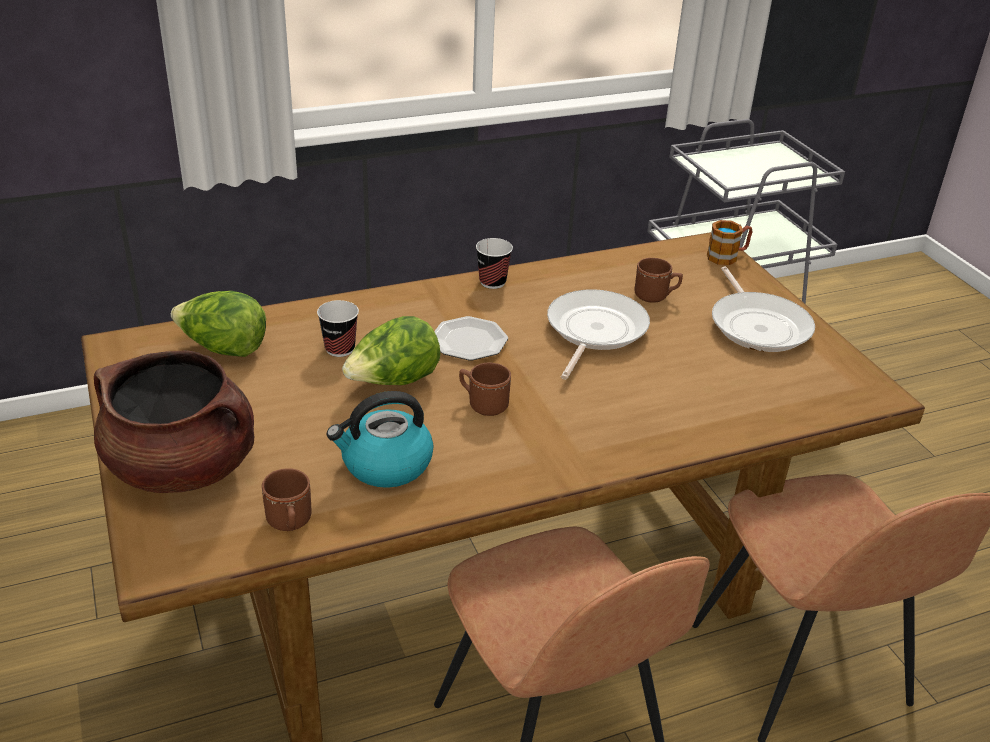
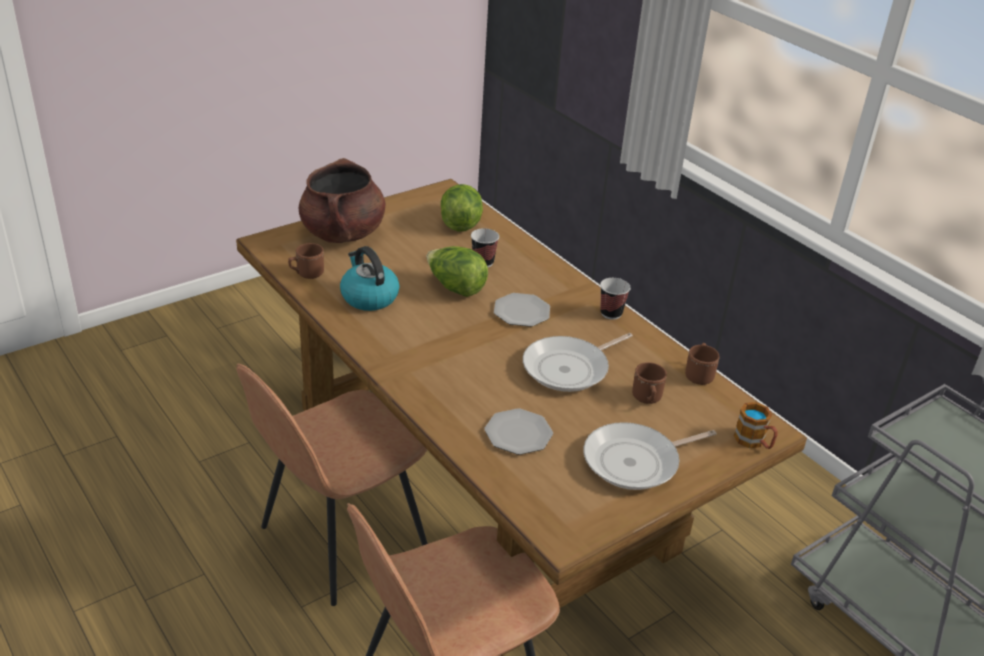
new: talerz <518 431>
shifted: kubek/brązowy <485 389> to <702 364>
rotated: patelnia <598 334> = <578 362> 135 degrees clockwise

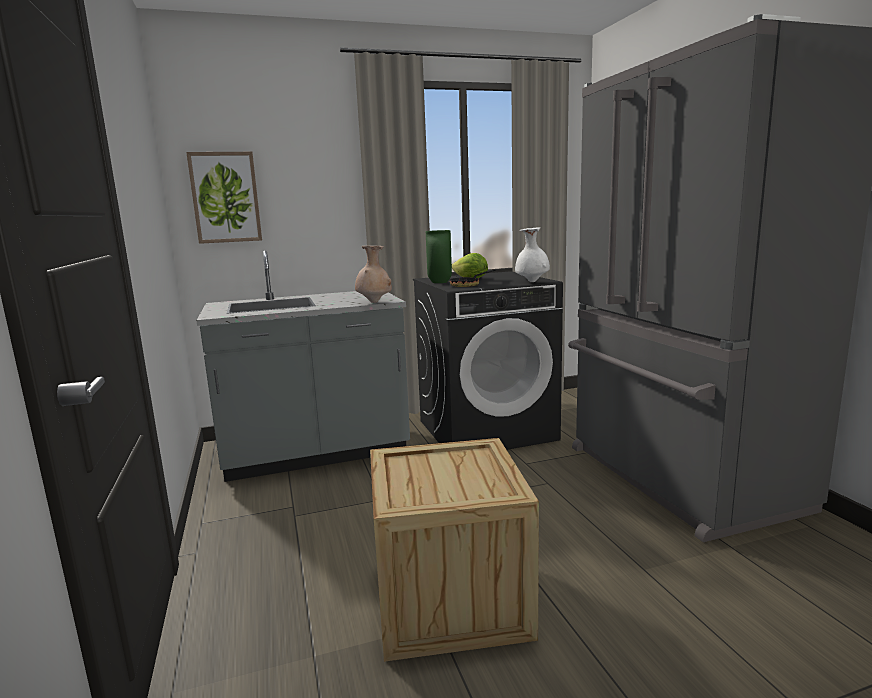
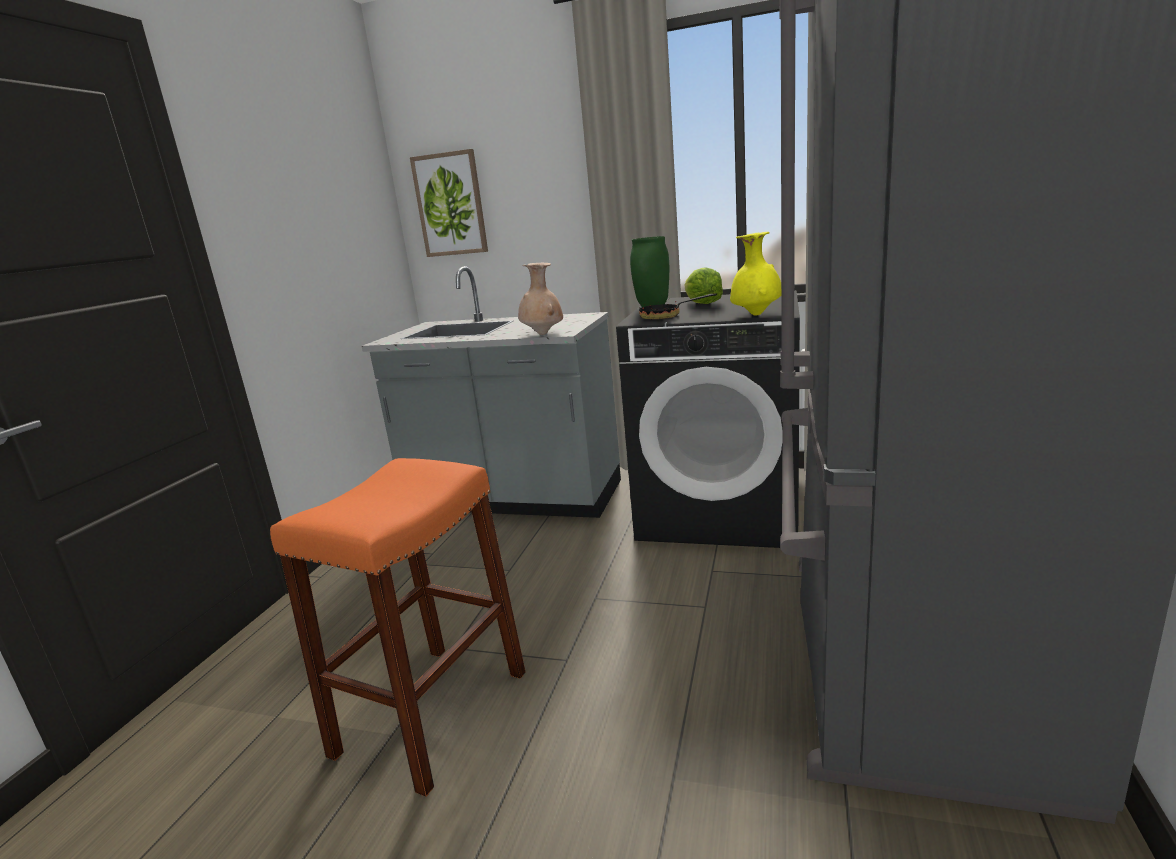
swapped: skrzynka <454 550> to stołek/pomarańczowy <398 627>
repainted: wazon/biały <532 254> to wazon/żółty <755 274>

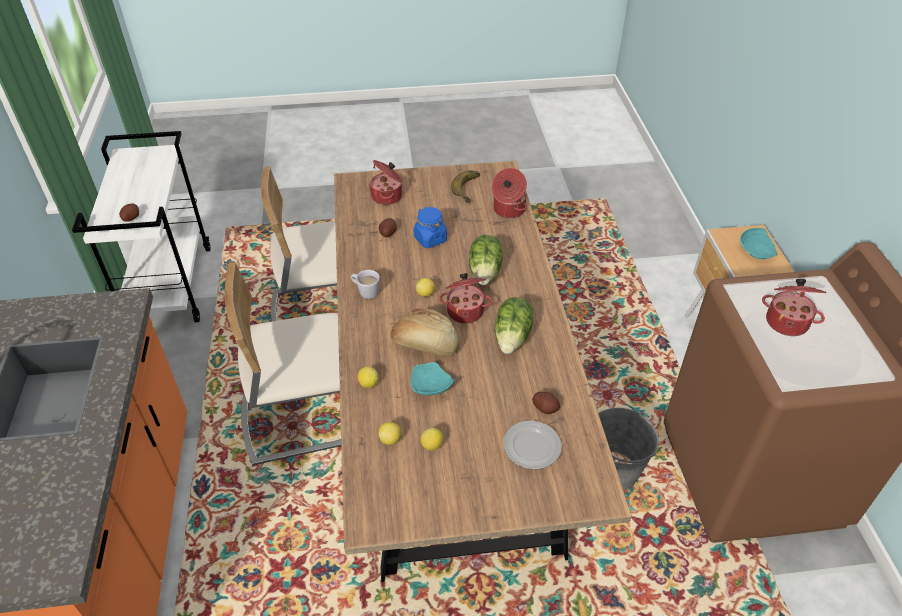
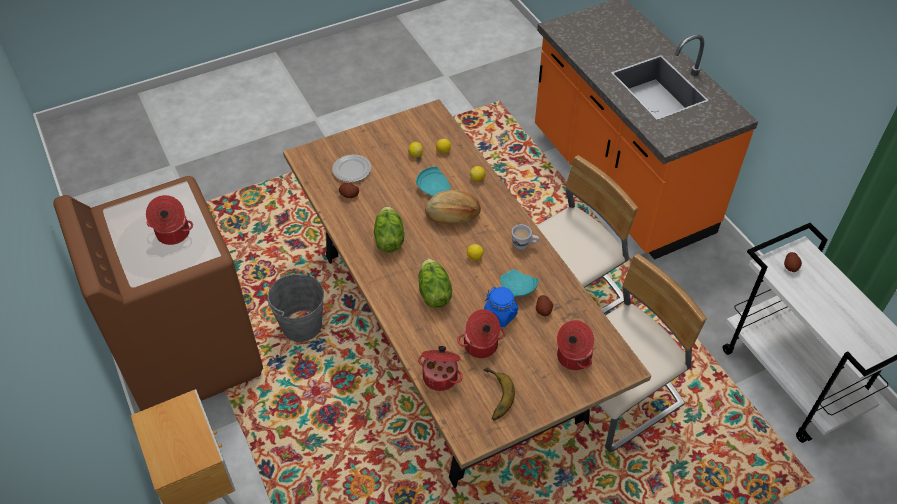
shifted: talerz/turkusowy <758 243> to <519 283>; garnek <465 298> to <481 333>

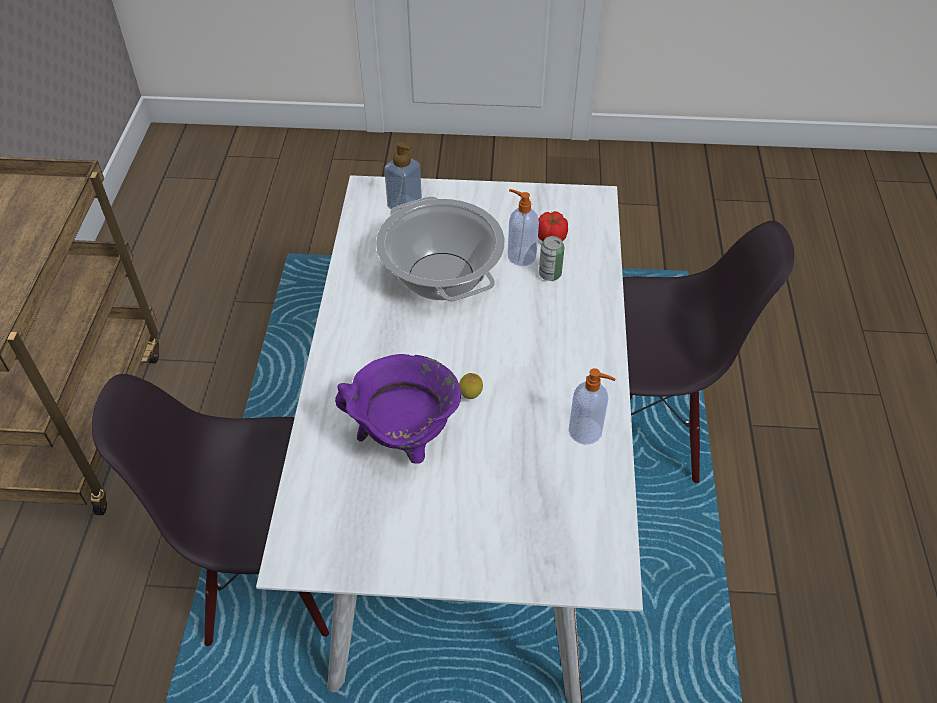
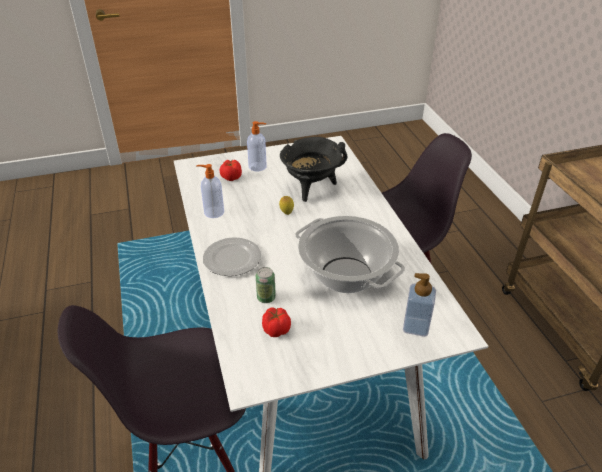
new: pomidor <231 170>; talerz <232 256>
shifted: dozownik mydła <523 227> to <256 146>
repainted: garnek/fioletowy <398 409> to garnek/czarny <313 169>

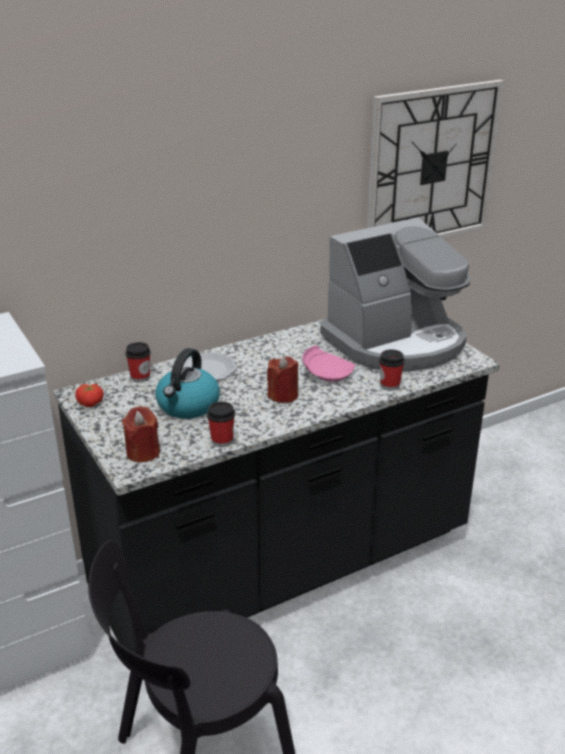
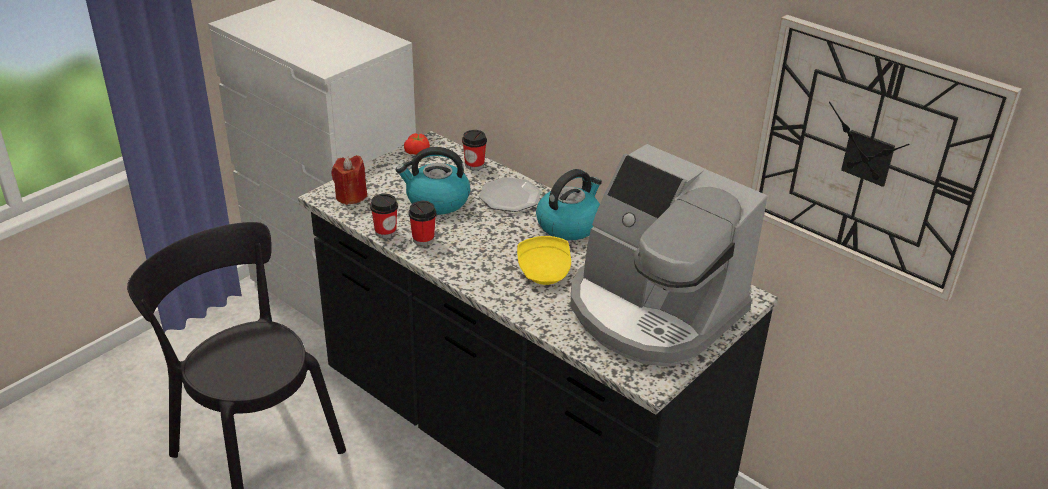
gone: świeca/czerwony <282 379>
new: czajnik <569 204>
shifted: filiżanka <392 370> to <422 223>
repainted: talerz/różowy <328 363> to talerz/żółty <544 260>

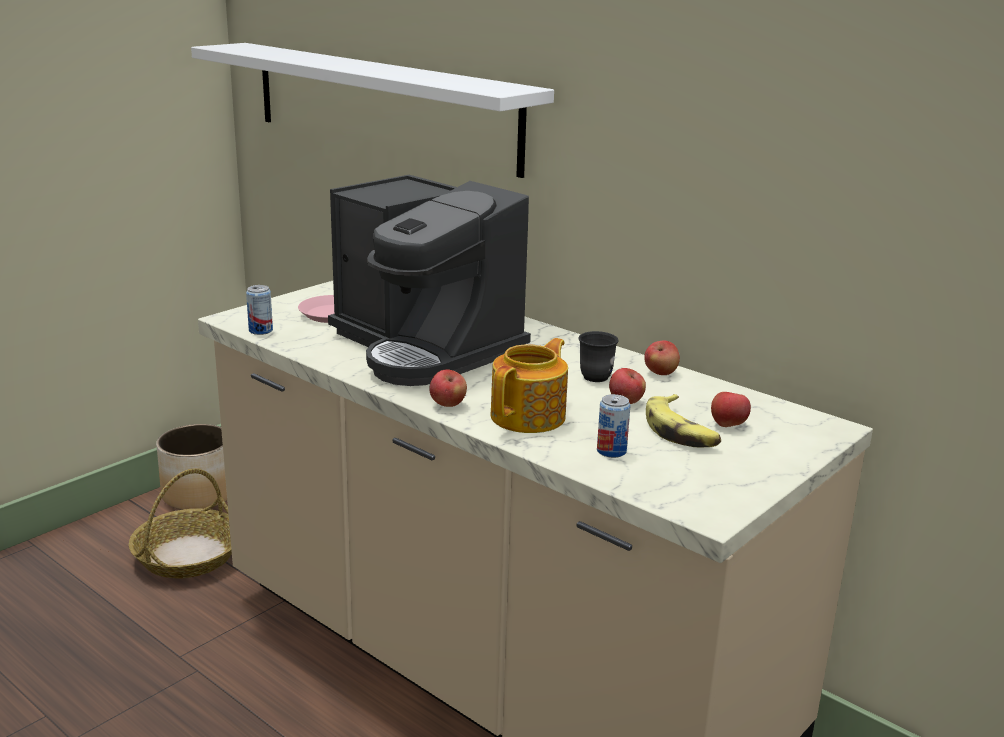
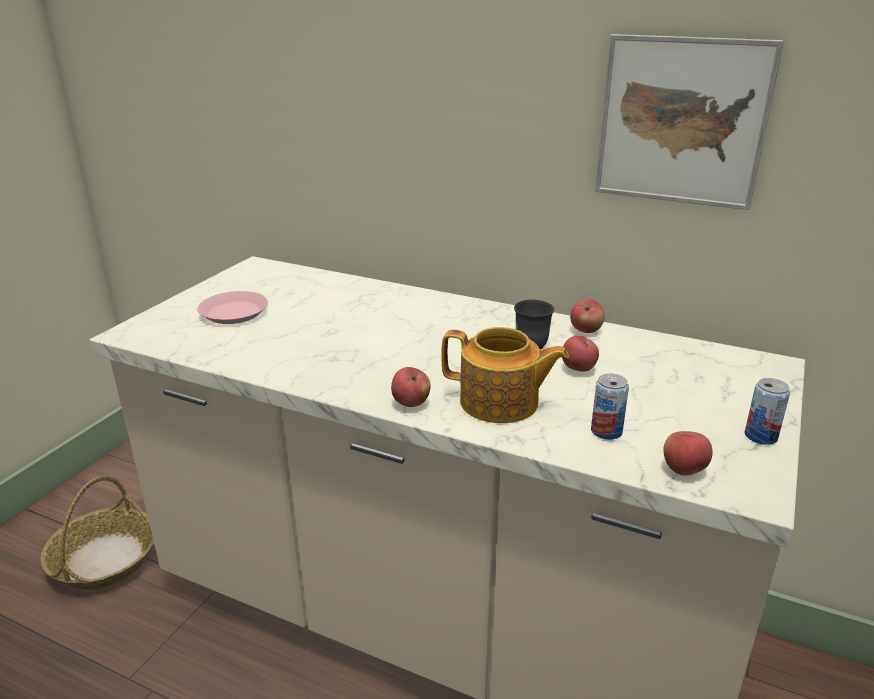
gone: półka/biały <372 110>; ekspres do kawy <429 280>; banan <683 420>; donica <191 467>
new: obraz <689 122>
shifted: puszka <259 310> to <767 411>; jabłko <731 409> to <688 453>
rotated: imbryk <529 385> = <505 375> 90 degrees clockwise

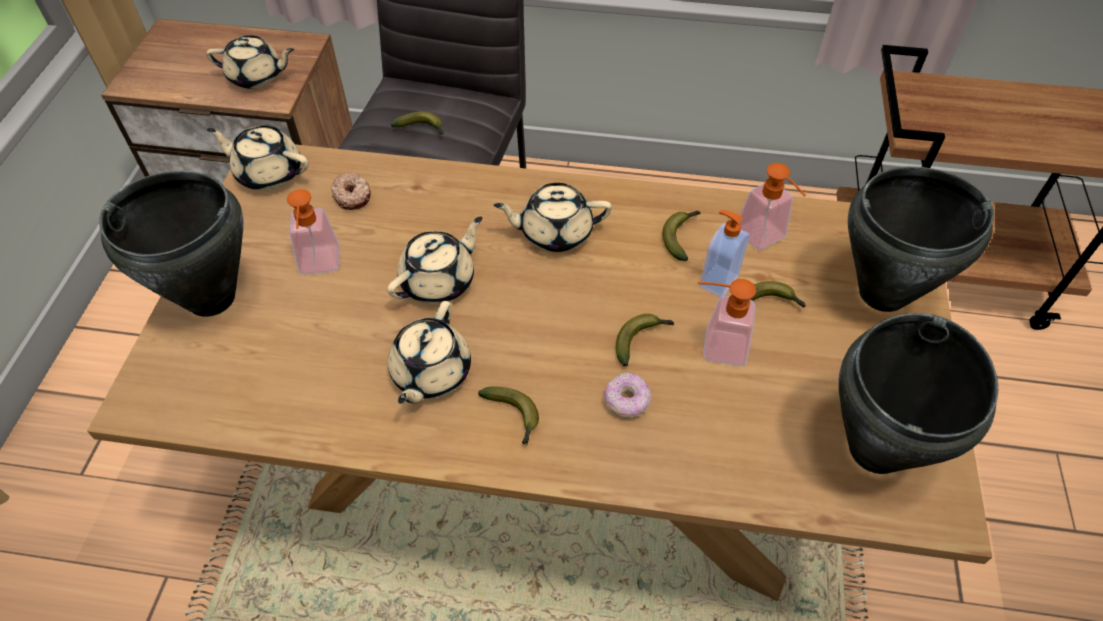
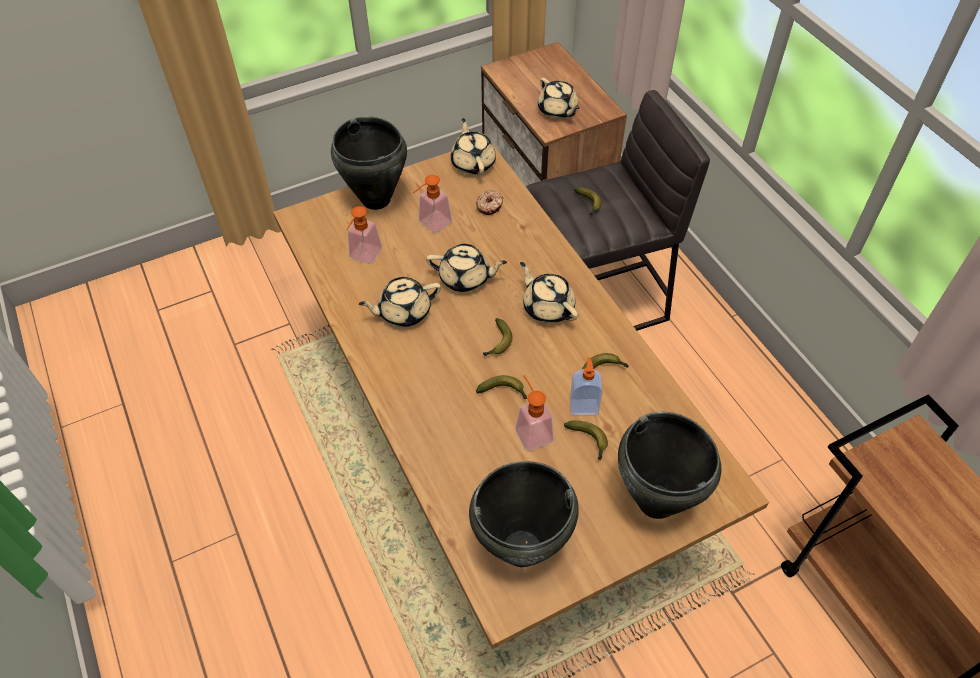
gone: donut <627 395>
shifted: dozownik mydła <773 206> to <364 235>; banan <508 415> to <497 337>

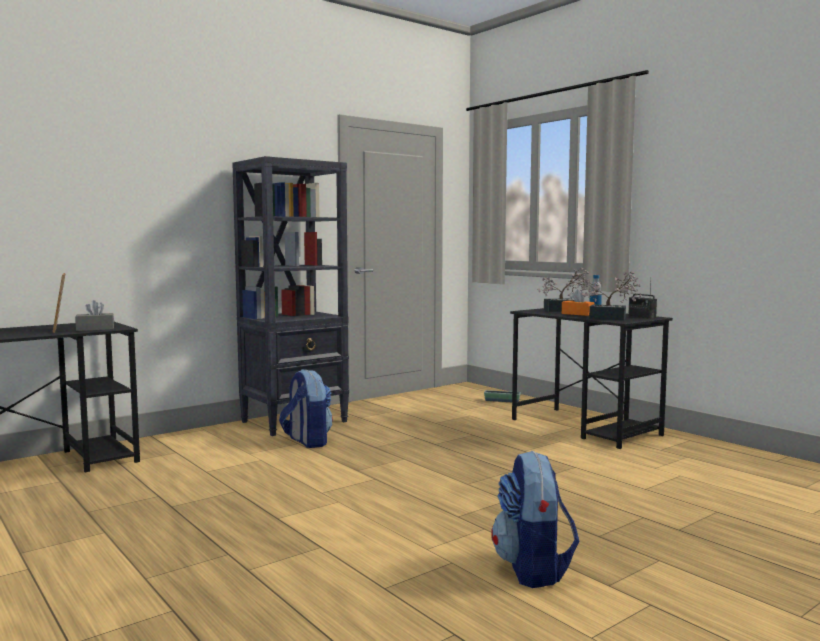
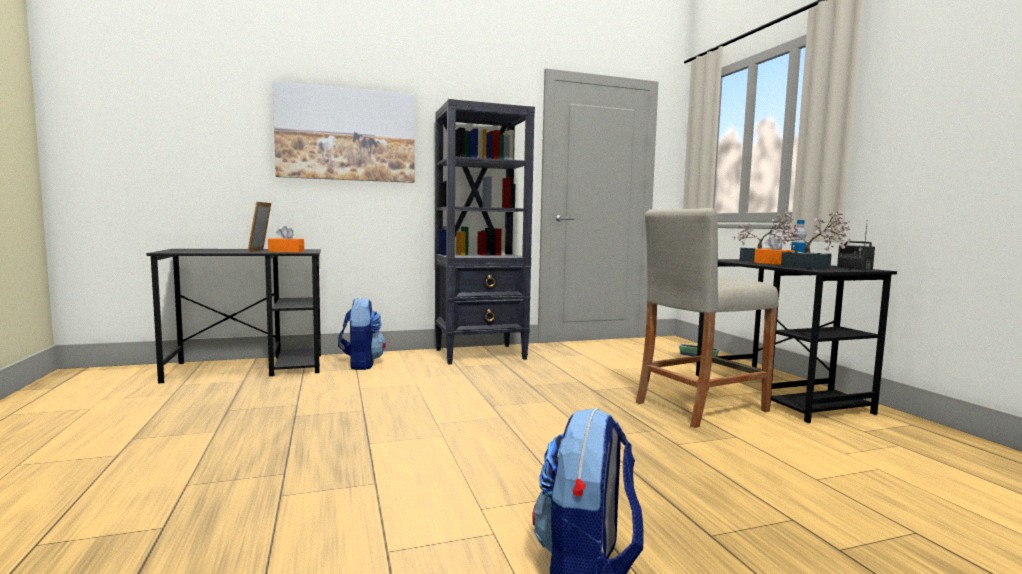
new: obraz <344 132>; stołek/beżowy <707 318>
shifted: plecak <306 408> to <362 333>
repainted: pudełko chusteczek/szary <94 315> to pudełko chusteczek/pomarańczowy <286 239>

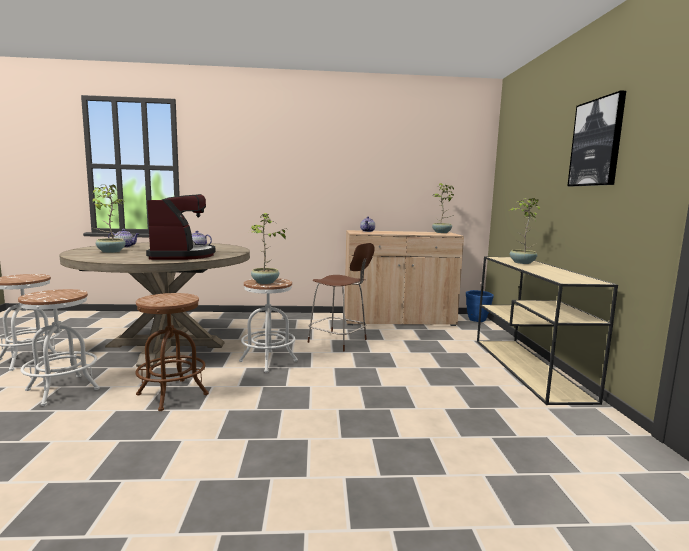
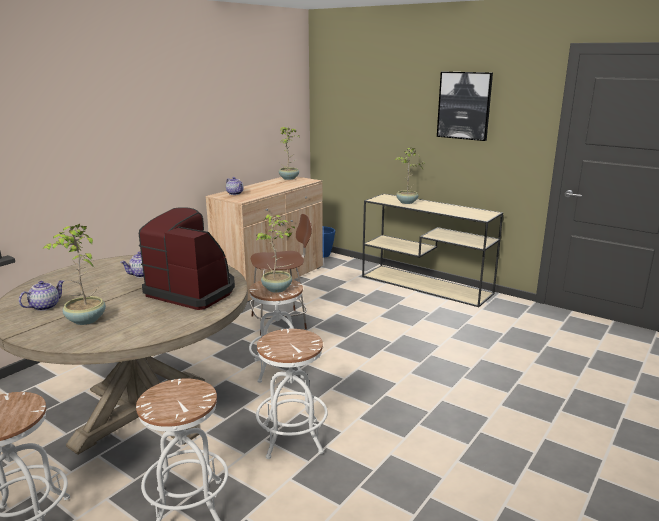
repainted: stołek/brązowy <172 352> to stołek/biały <292 394>

